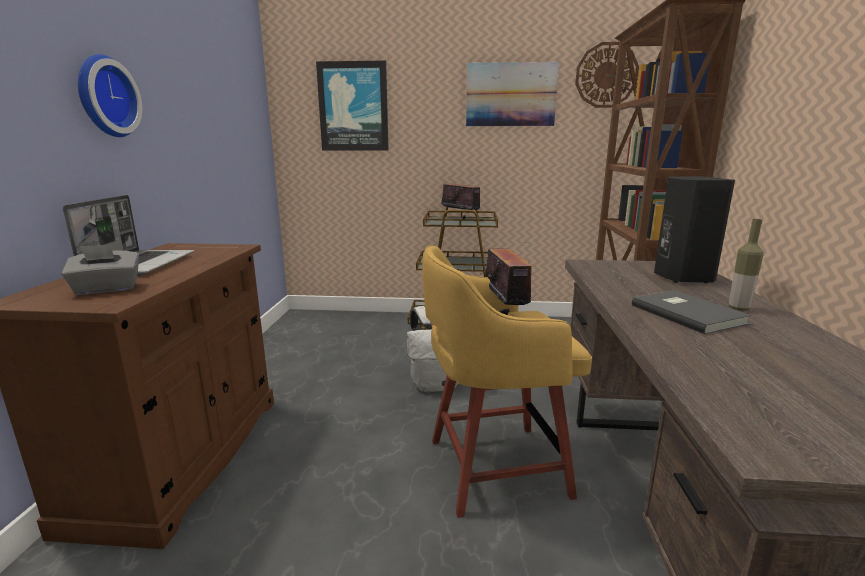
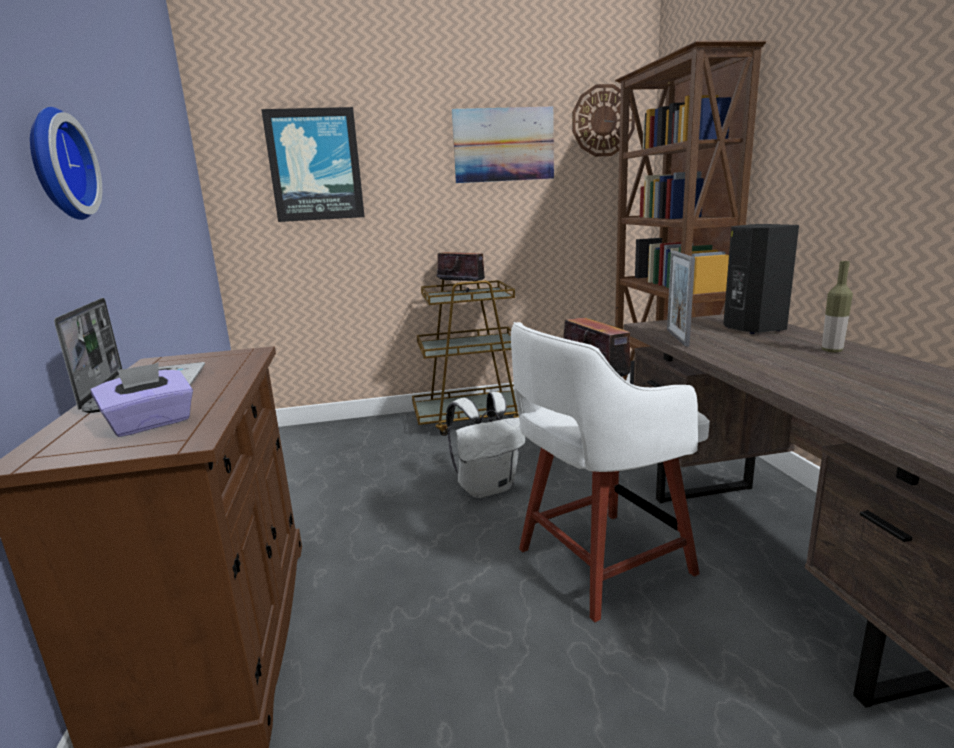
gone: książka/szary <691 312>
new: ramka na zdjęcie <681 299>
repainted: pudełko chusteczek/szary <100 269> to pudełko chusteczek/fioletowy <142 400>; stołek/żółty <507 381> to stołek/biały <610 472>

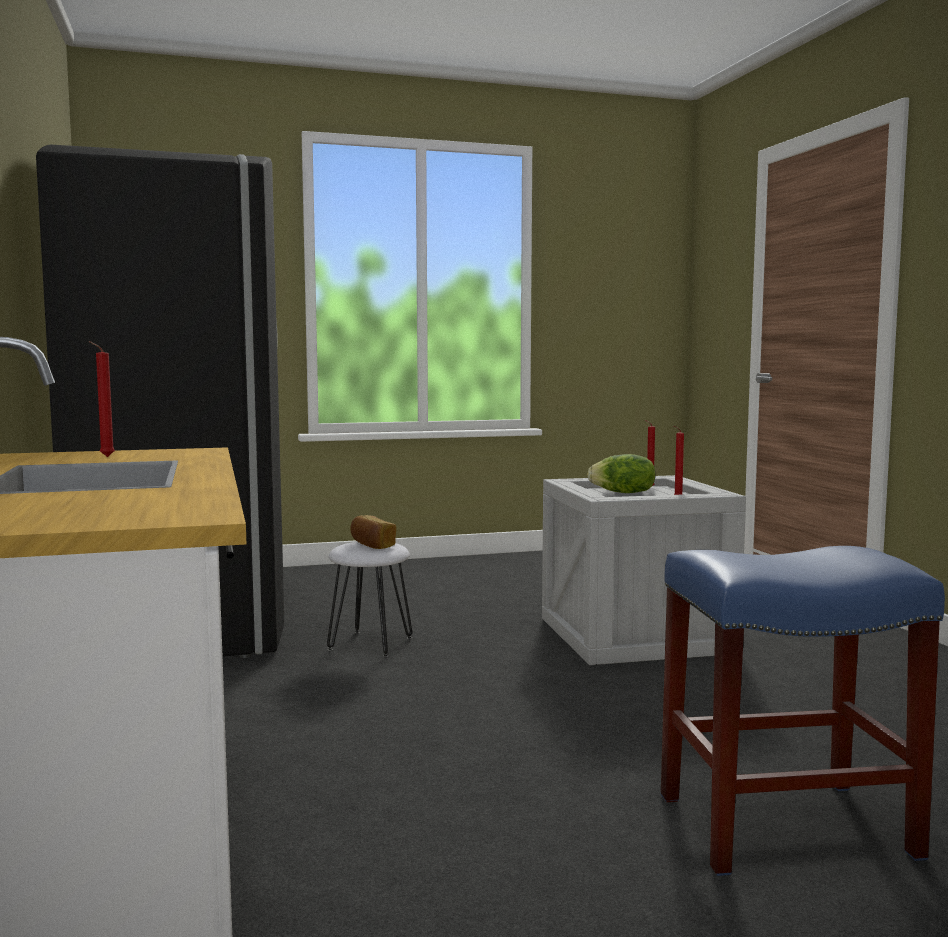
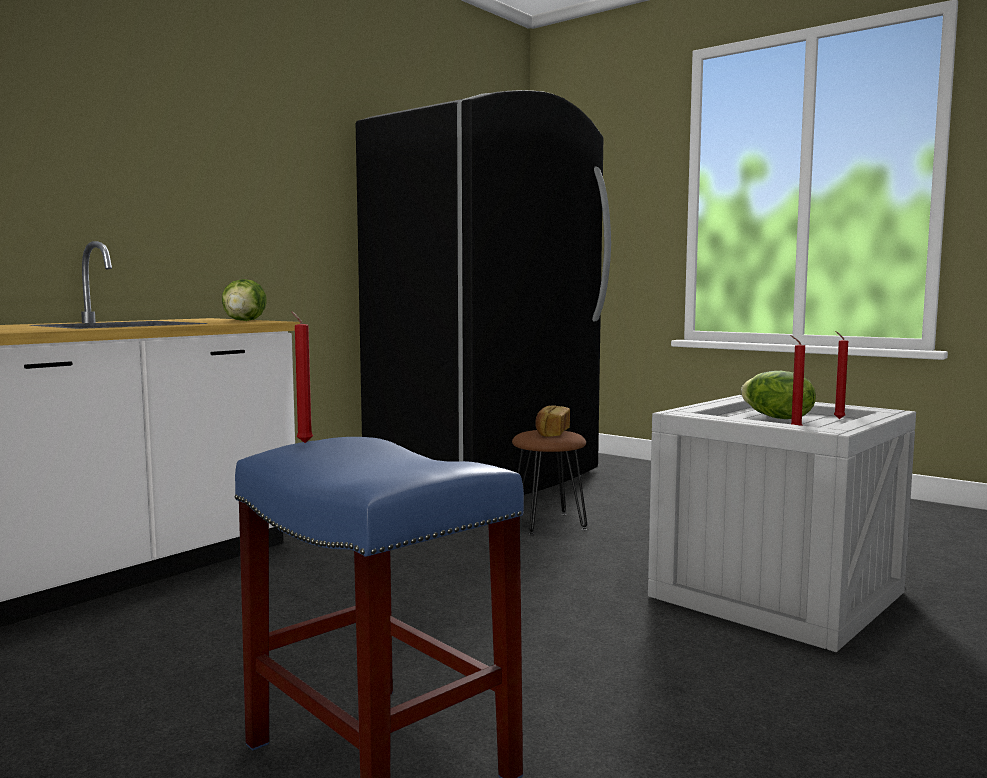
new: sałata <244 300>
shifted: świeca/czerwony <101 399> to <302 377>
repainted: stołek/biały <369 599> to stołek/brązowy <549 482>

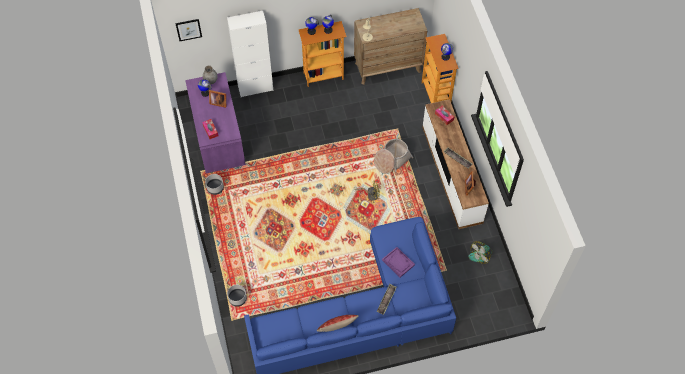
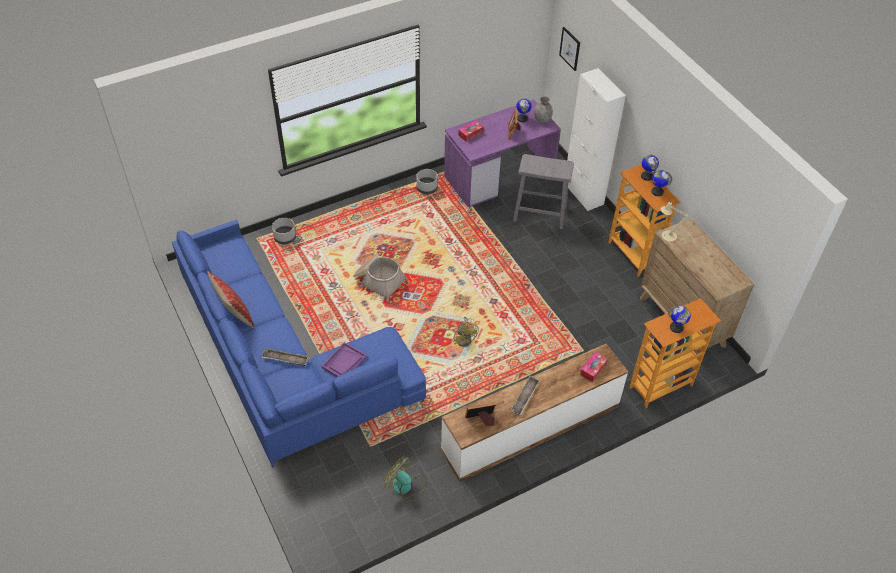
new: stołek/szary <543 191>
shifted: koszyk <393 156> to <380 278>

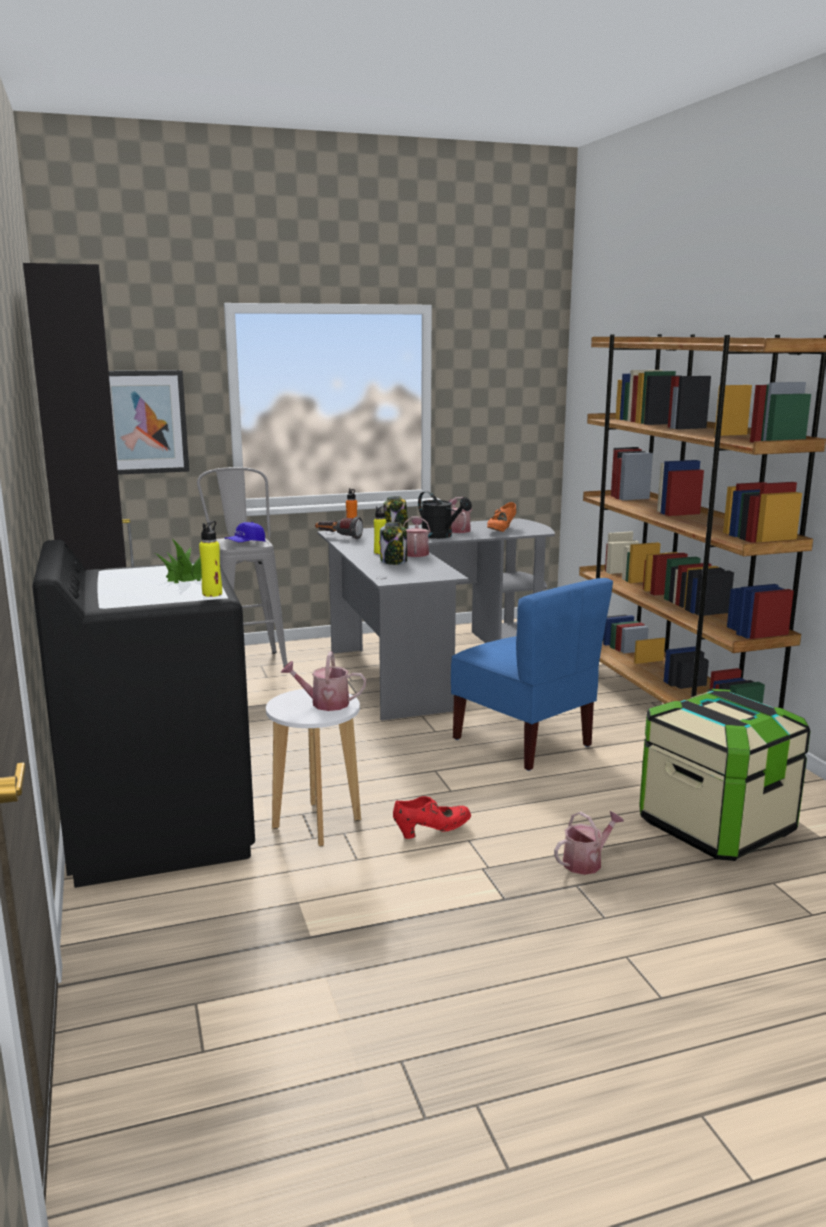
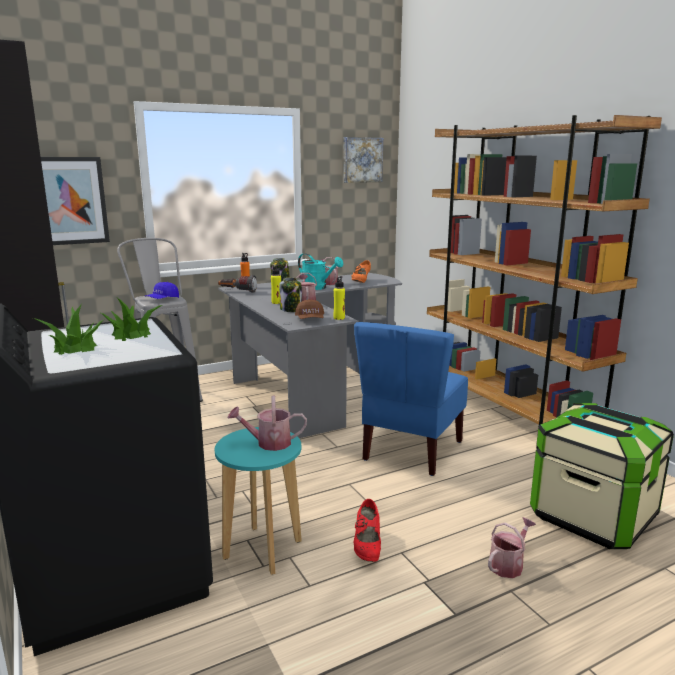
new: obraz <363 160>; czapka z daszkiem/brązowy <309 309>; roślina doniczkowa <68 330>
shifted: butelka/żółty <210 559> to <339 298>
repainted: konewka/czarny <445 515> to konewka/turkusowy <321 271>; stołek/biały <313 767> to stołek/turkusowy <258 501>
rotated: krzesło/niebieski <532 674> = <411 399> 75 degrees clockwise; but/czerwony <432 817> = <367 530> 120 degrees clockwise

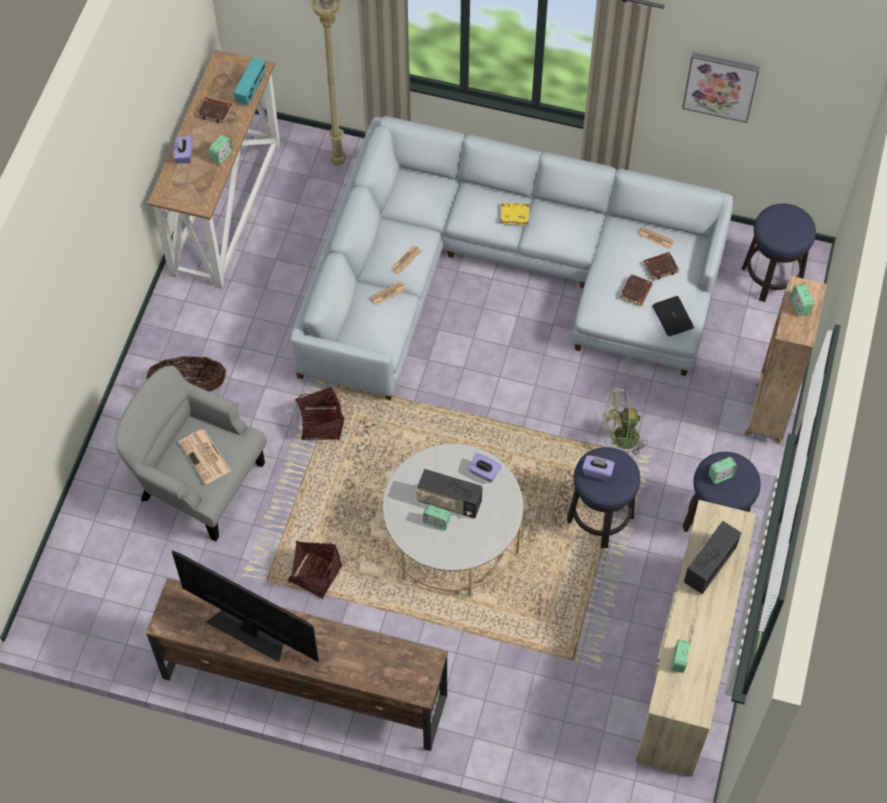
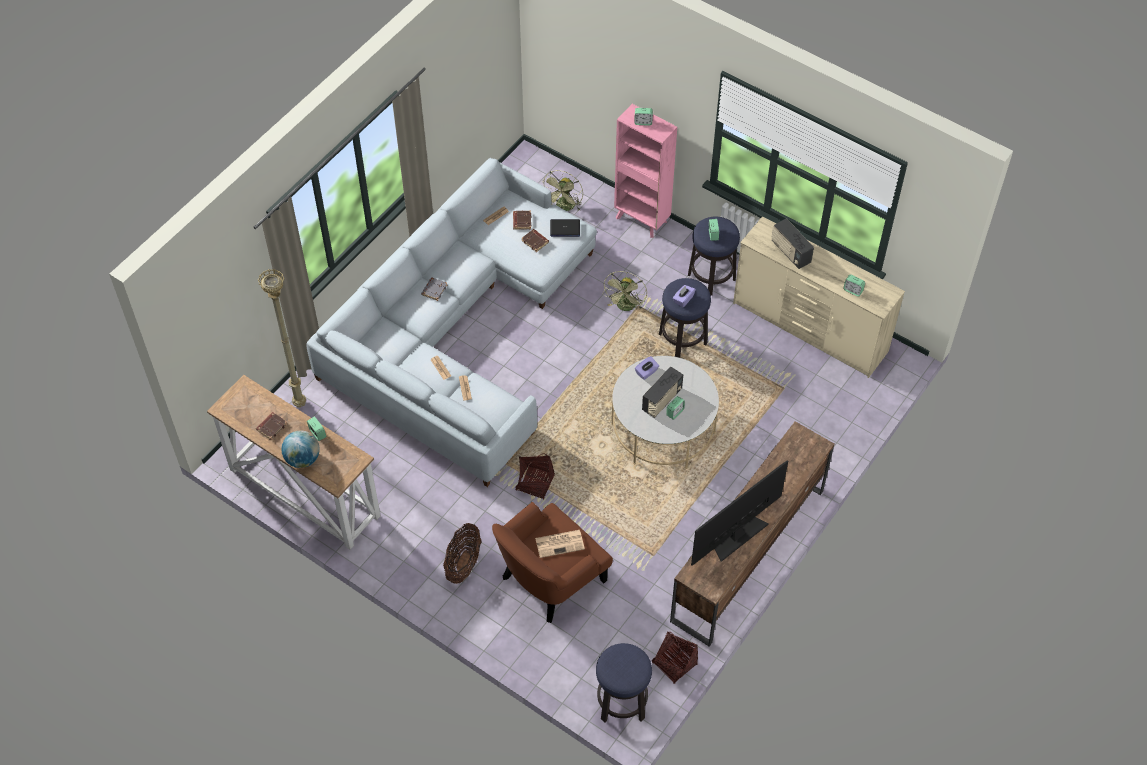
gone: obraz <721 87>; radio <249 81>
new: wentylator/zielony <562 190>
shifted: stołek <779 253> to <624 682>; koszyk <315 570> to <675 658>
swapped: pudełko chusteczek/fioletowy <183 149> to globus <300 449>
repainted: książka/żółty <514 214> to książka/szary <434 289>; regał/brązowy <786 359> to regał/różowy <645 171>; fotel/szary <190 453> to fotel/brązowy <552 562>

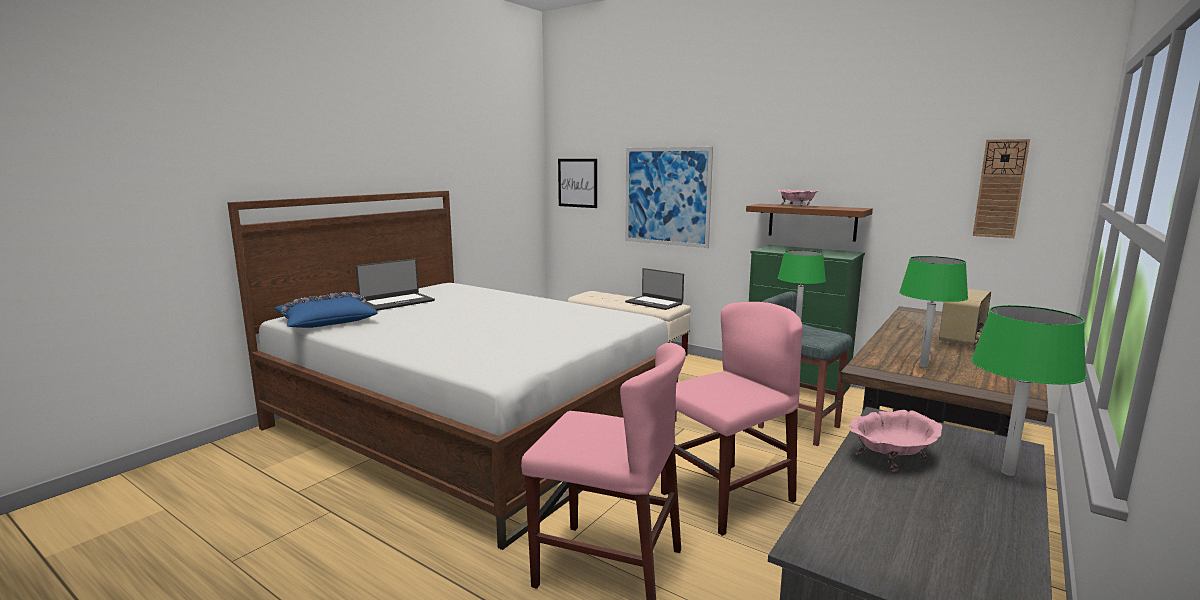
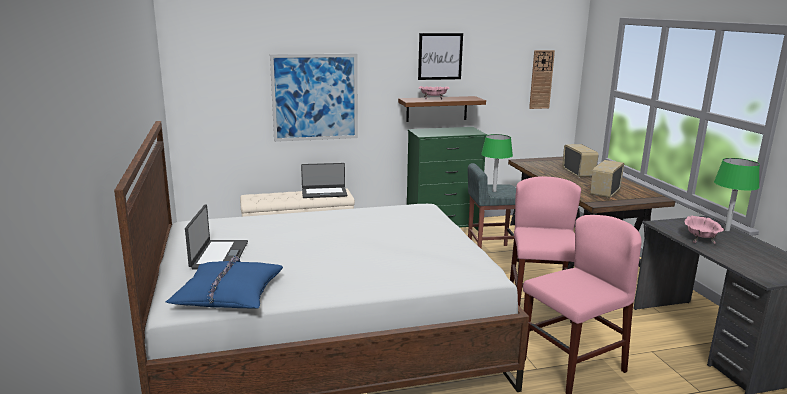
shifted: obraz <577 183> to <440 56>
swapped: lampa stołowa/zielony <933 311> to radio <607 179>

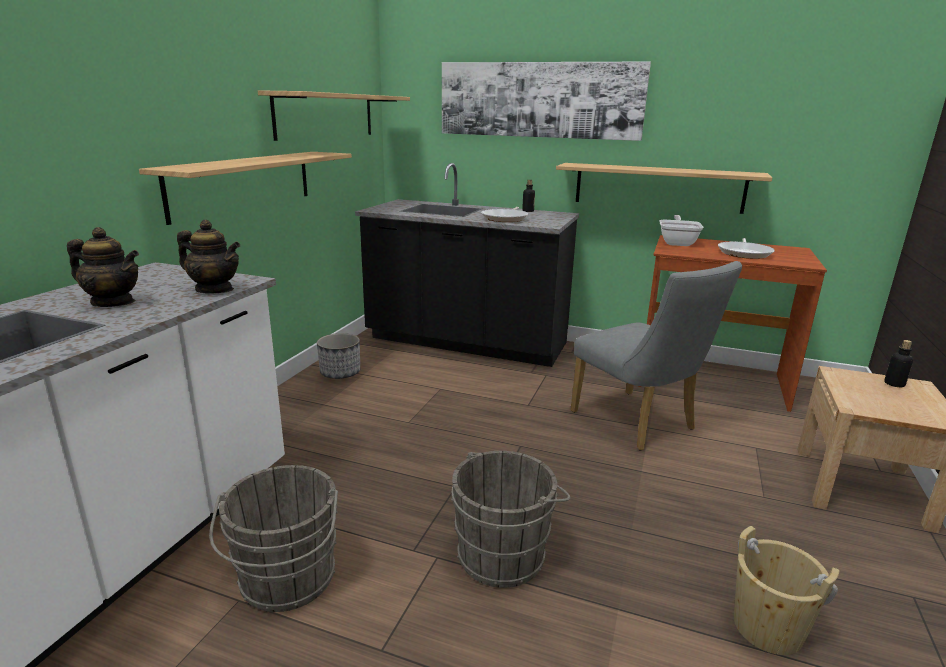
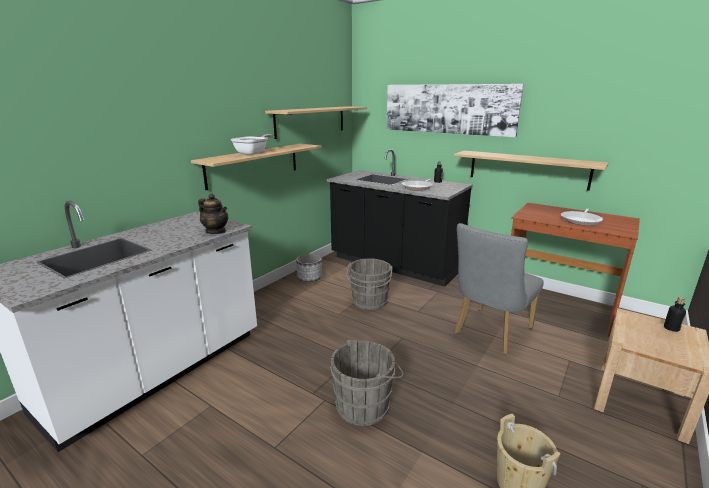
gone: imbryk <103 267>
shifted: patelnia <681 230> to <252 144>; wiadro/szary <273 538> to <370 284>
rotated: krzesło/szary <656 355> = <499 288> 60 degrees clockwise

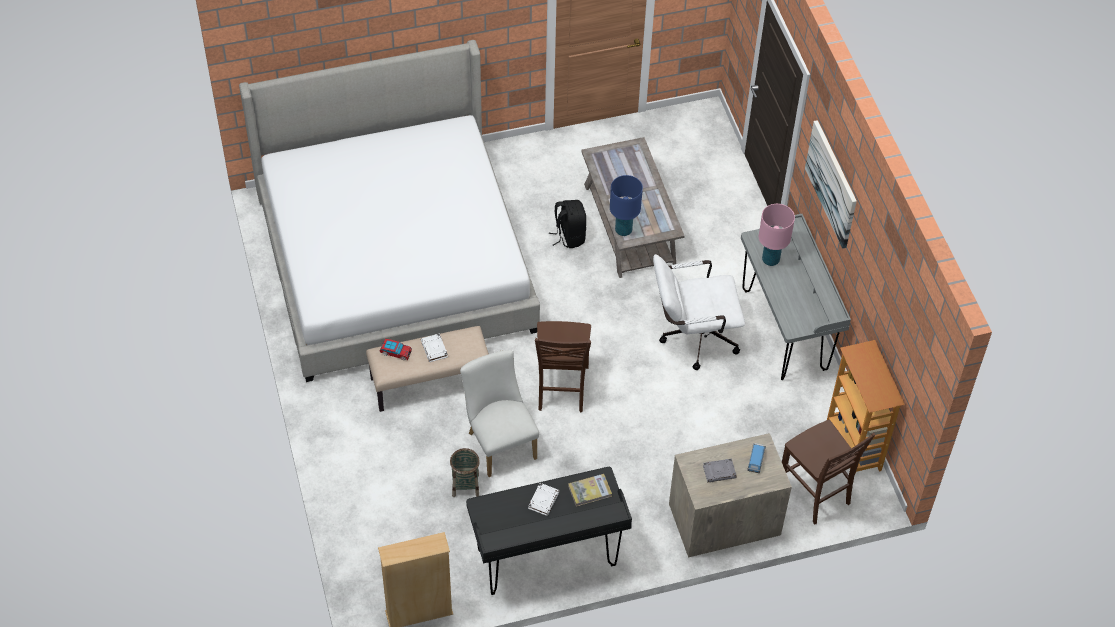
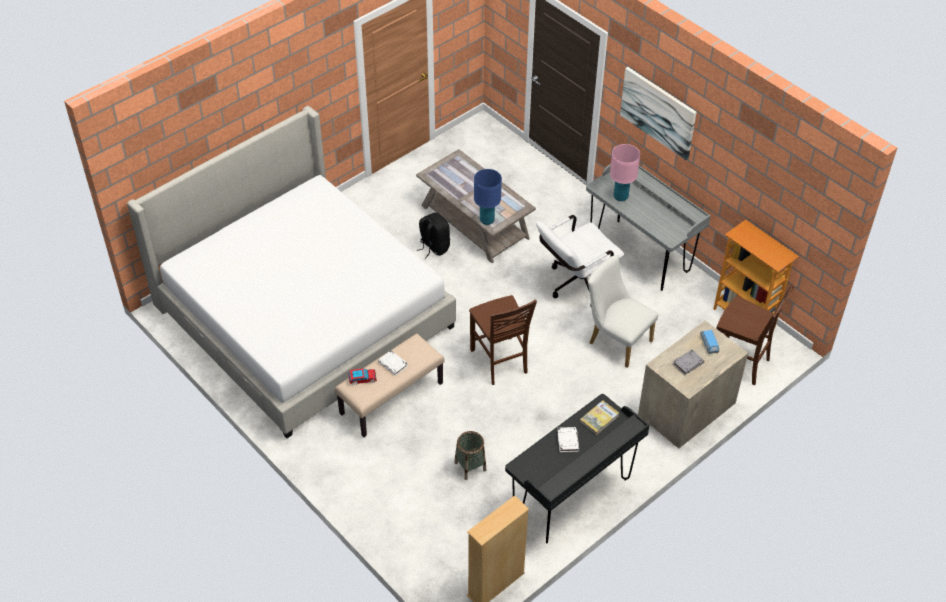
shifted: krzesło/biały <499 413> to <623 311>

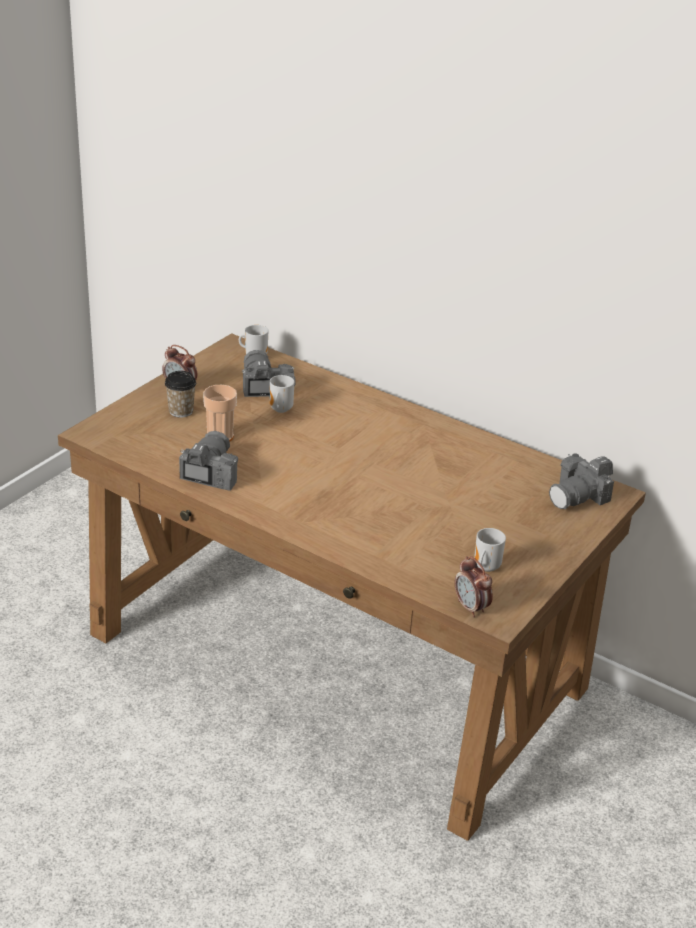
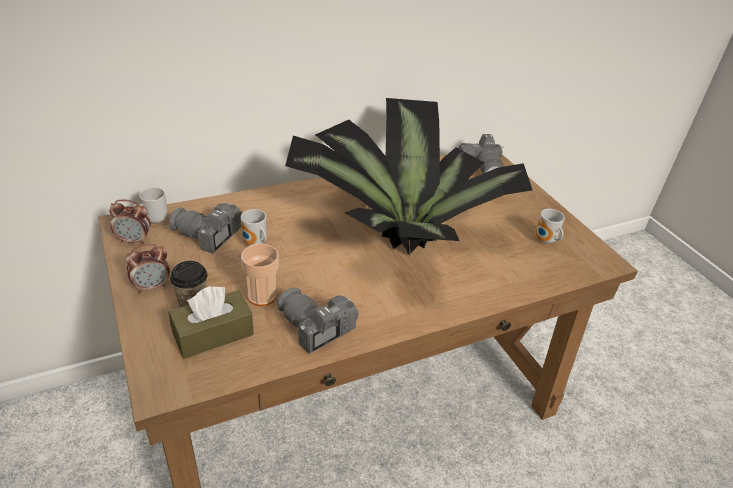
new: roślina doniczkowa <409 177>; pudełko chusteczek/brązowy <211 322>
shifted: budzik <474 586> to <130 221>

